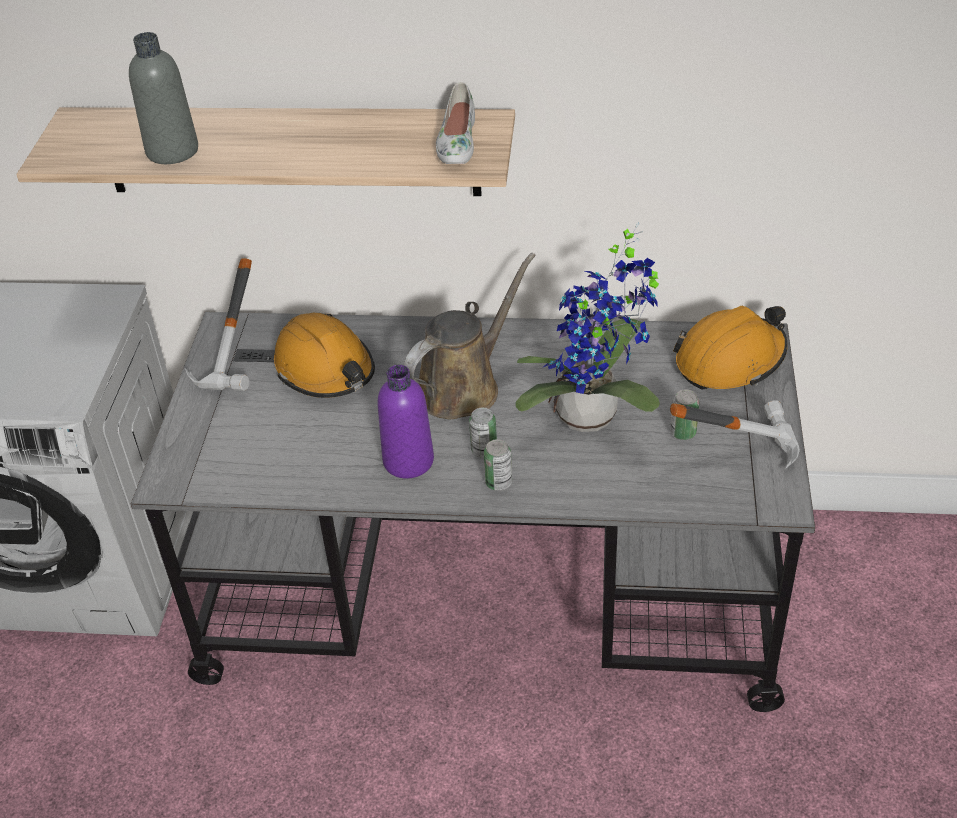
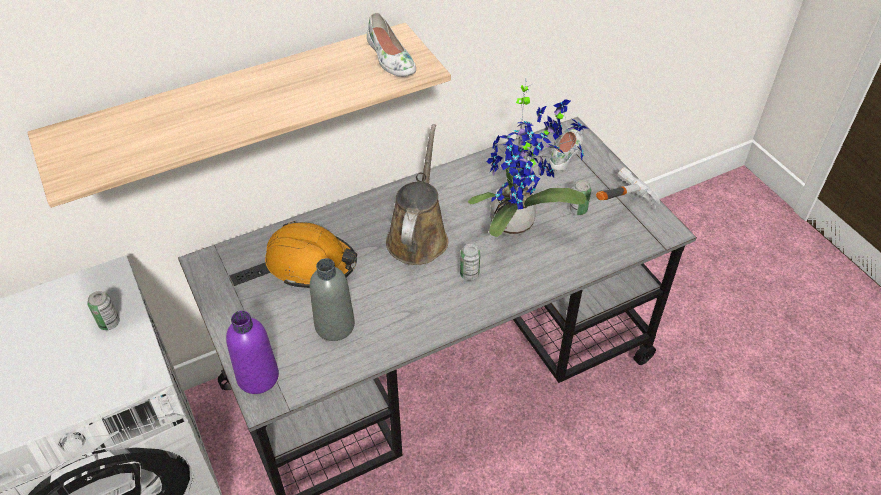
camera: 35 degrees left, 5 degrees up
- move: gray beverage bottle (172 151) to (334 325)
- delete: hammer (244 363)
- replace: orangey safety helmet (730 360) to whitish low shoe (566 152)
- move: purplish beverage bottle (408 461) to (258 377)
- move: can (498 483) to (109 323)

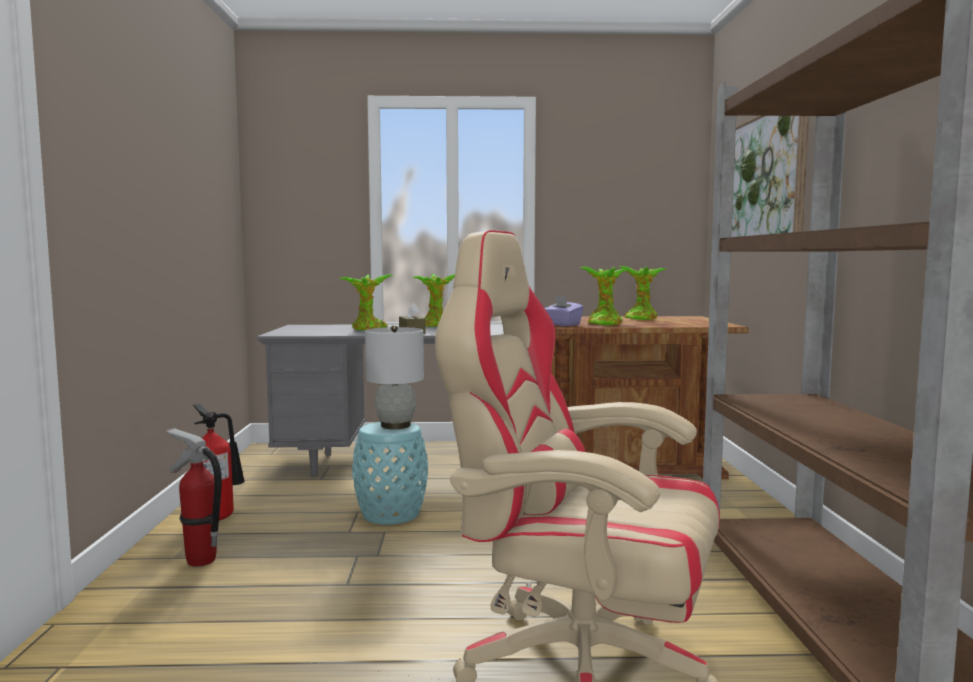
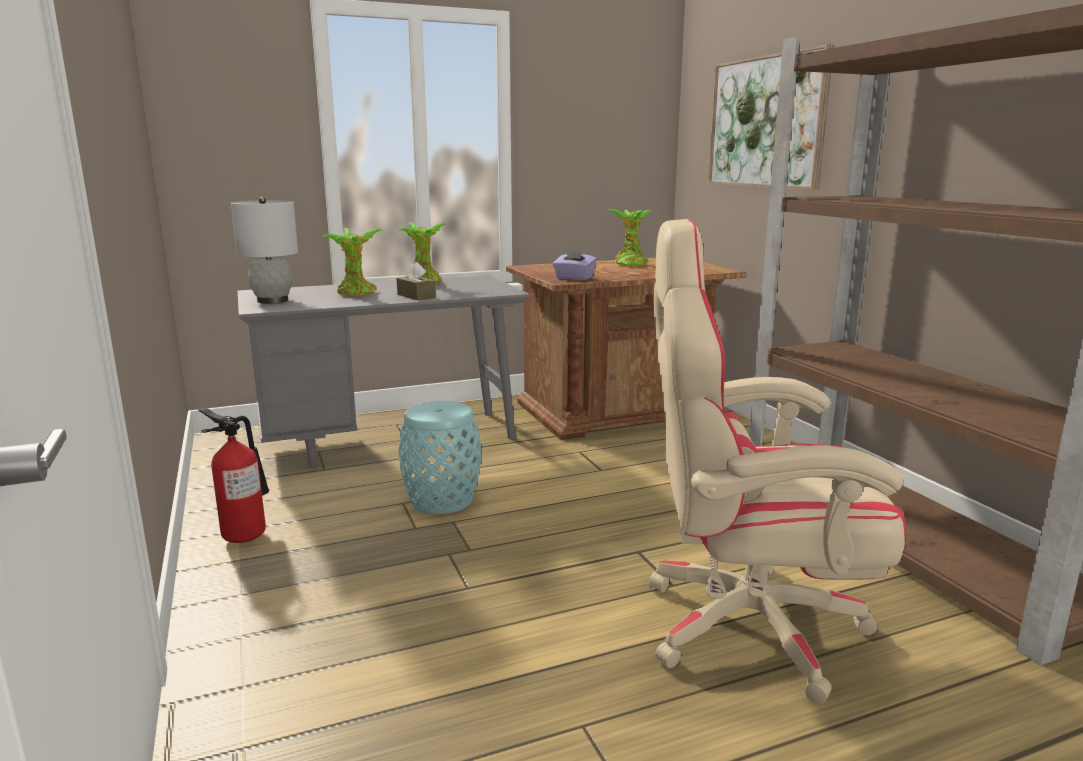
camera: 20 degrees left, 10 degrees up
- delete: houseplant (604 323)
- move: whitish lamp for a table (396 425) to (273 301)
- delete: fire extinguisher (200 560)

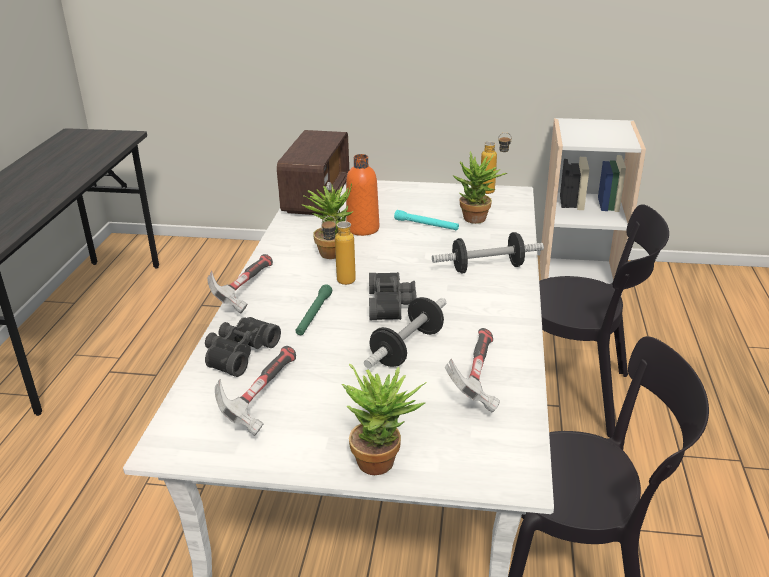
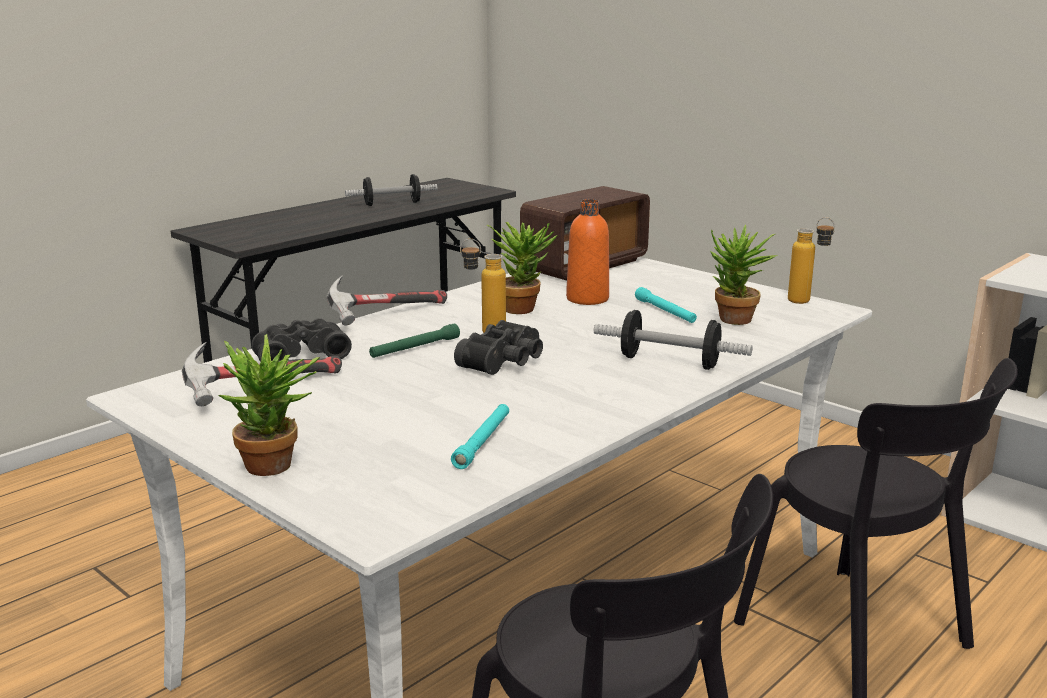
camera: 35 degrees right, 10 degrees down
- move: hand weight (407 348) to (392 204)
- replace: hammer (477 378) to turquoise torch (483 442)

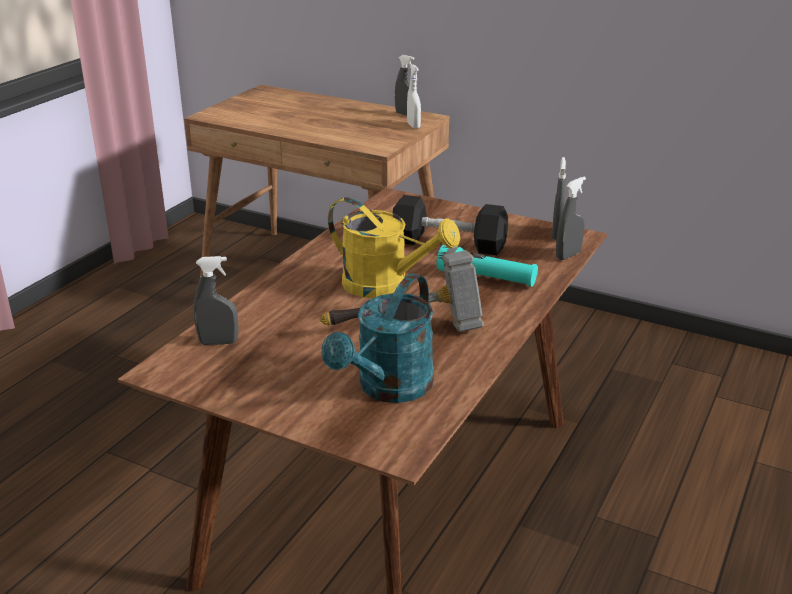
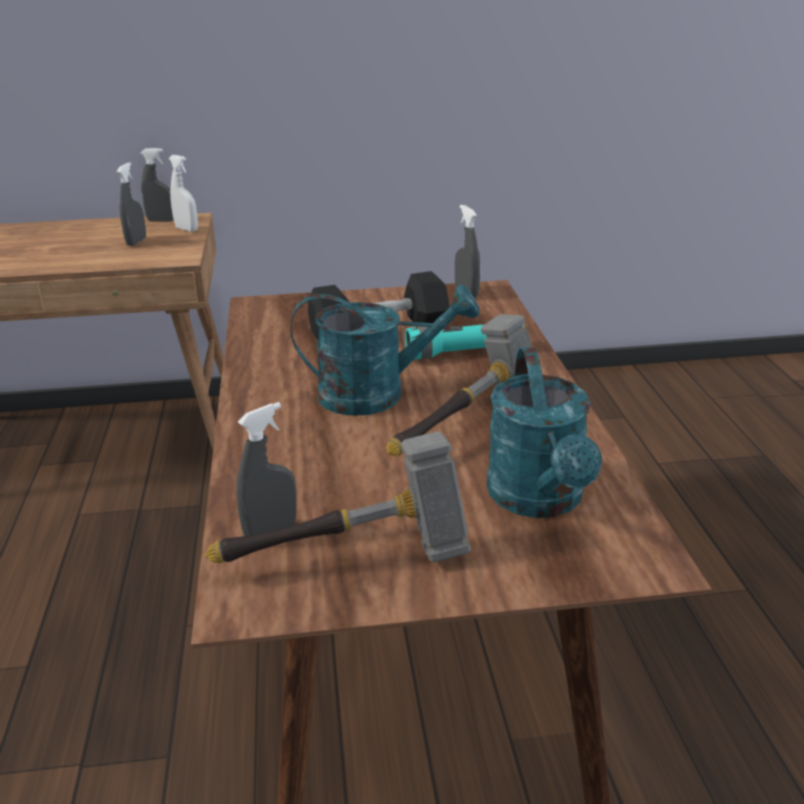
camera: 35 degrees left, 0 degrees up
- move: gray sprayer (568 255) to (136 242)
- recolor: yellowish watering pot (386 286) to turquoise watering pot (377 394)
- insert: hammer (351 561)

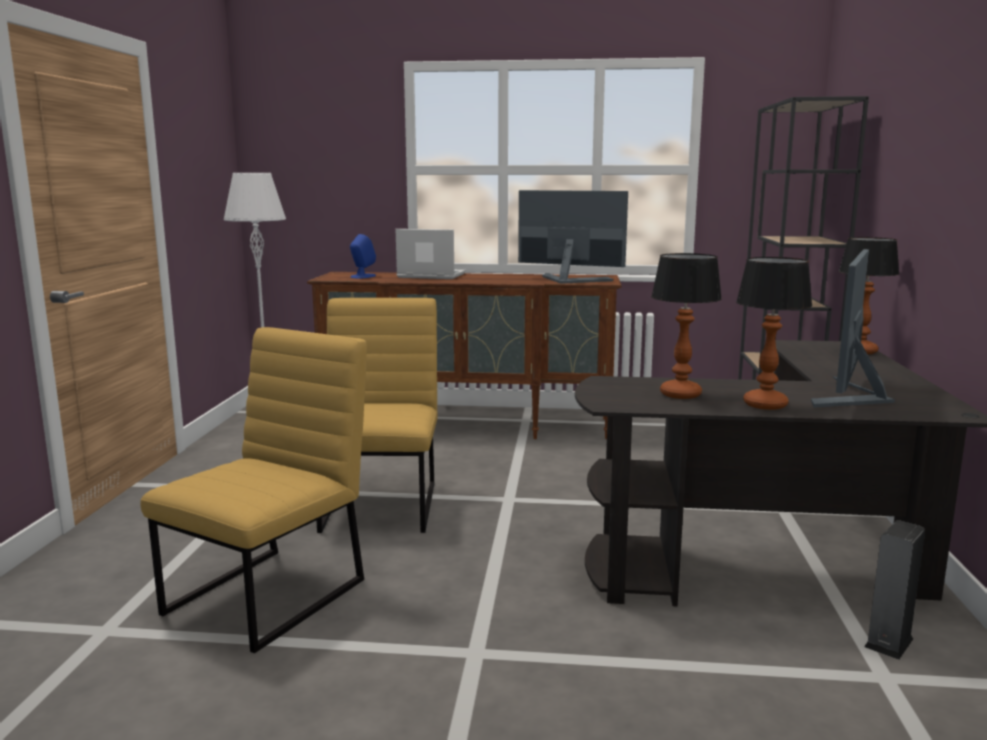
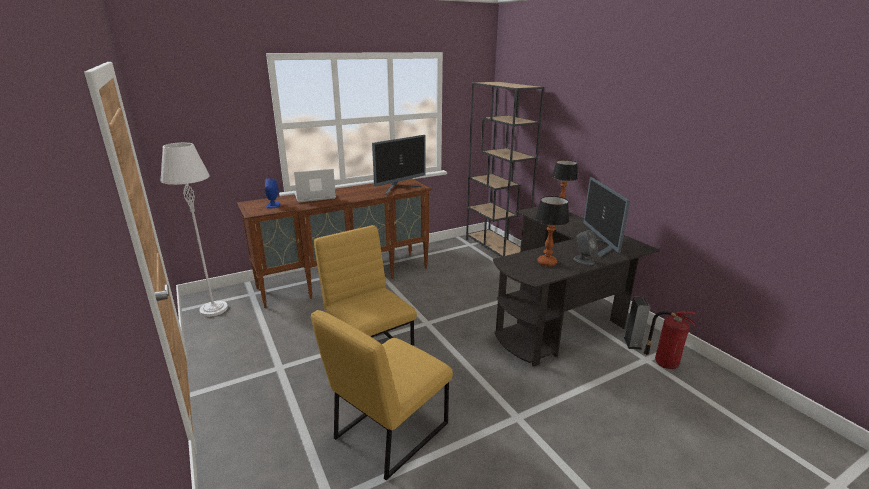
camera: 35 degrees left, 10 degrees up
- rotate: monitor (569 280) = (399 188) 150 degrees clockwise
- replace: lamp for a table (765 404) to gray audio speaker (583 260)
- rotate: yellowish chair (271 594) = (388 432) 135 degrees counterclockwise
- insert: fire extinguisher (664 363)

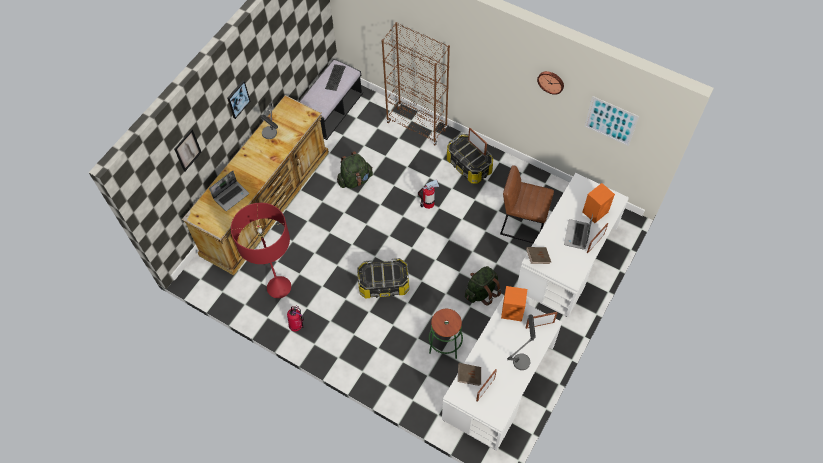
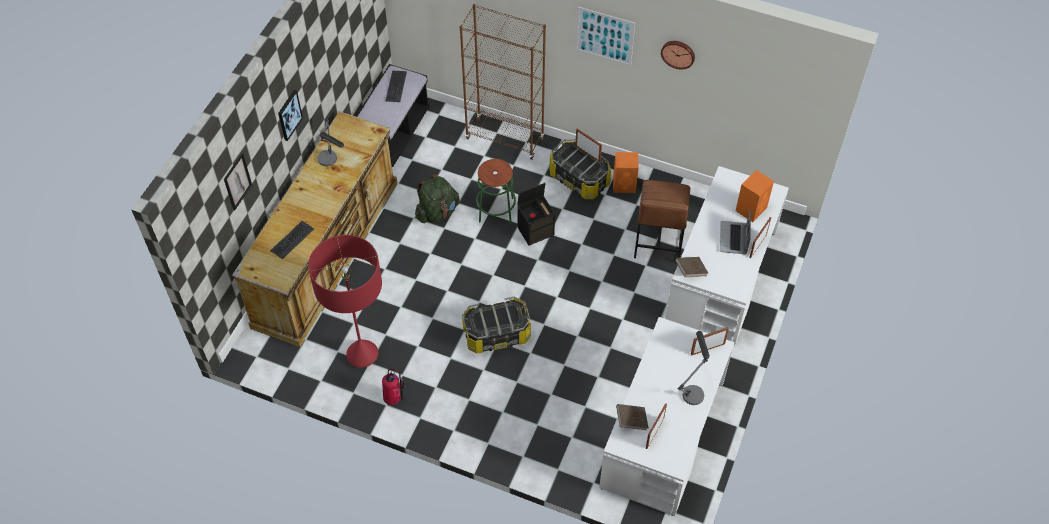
camera: 10 degrees left, 5 degrees down
- move: wall art (611 121) to (604 36)
- rotate: brown-coloured chair (522 224) = (658 242) 90 degrees counterclockwise
- replace: laptop (231 196) to PC keyboard (292 239)
- replace: fire extinguisher (428 204) to blackish storage box (536 230)
- delete: green-coloured rucksack (481 292)
- move: orangey audio speaker (513 311) to (625 184)
- move: green-coloured stool (445 343) to (496 210)

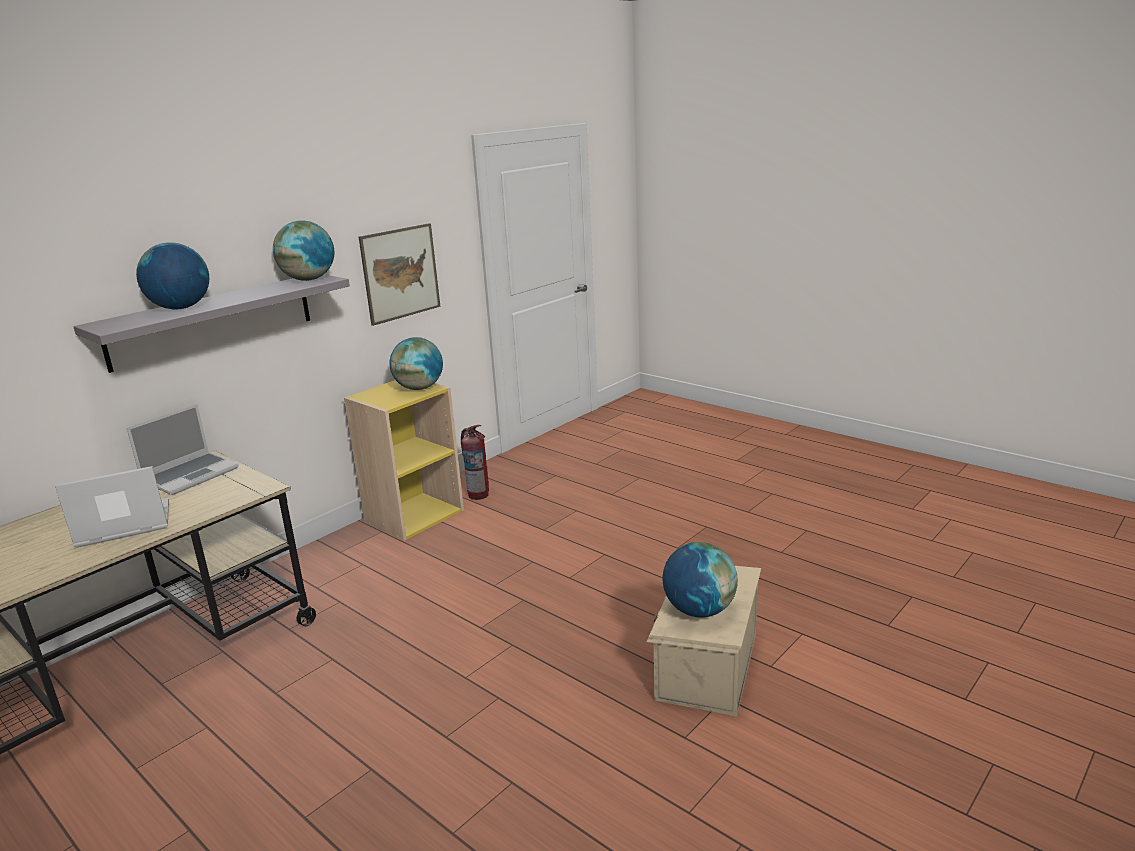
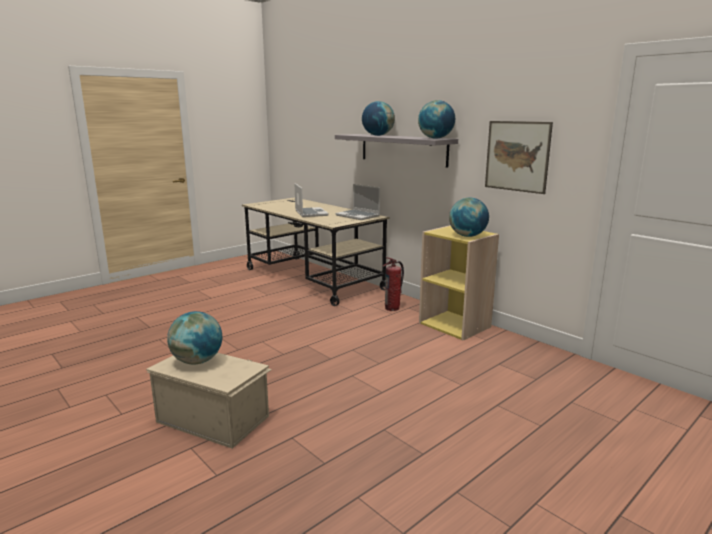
camera: 95 degrees right, 5 degrees down
- move: fire extinguisher (478 494) to (392 308)

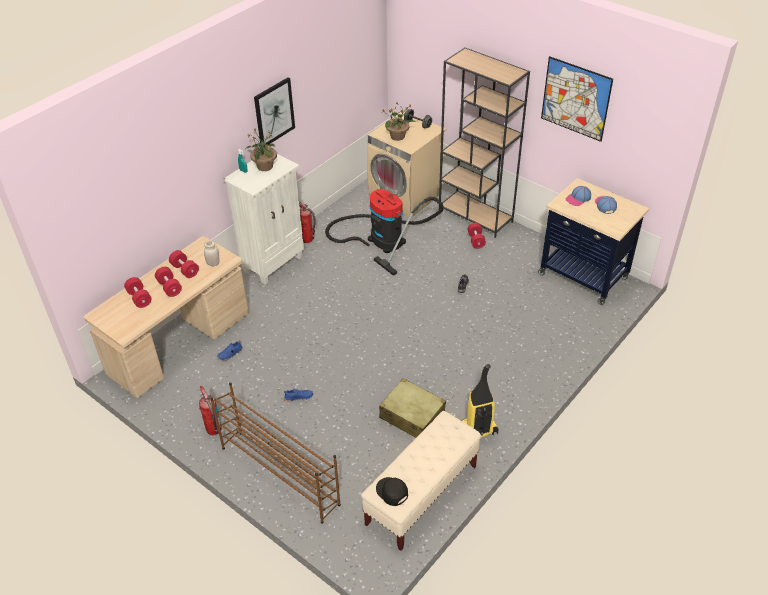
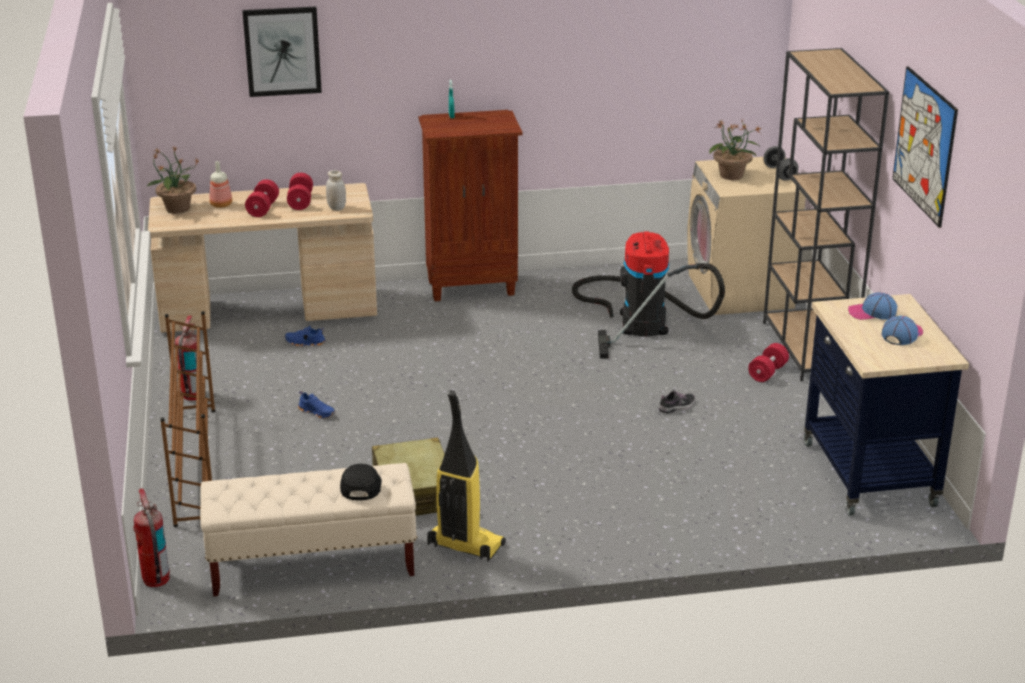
camera: 40 degrees right, 15 degrees down
- move: wall art (274 112) to (282 51)
- move: houseplant (264 167) to (177 209)
- recolor: whitish storage cabinet (274 265) to brown-coloured storage cabinet (471 289)
- move: fire extinguisher (307 239) to (155 579)
- replace: reddish hand weight (139 298) to beverage bottle (221 205)
- move: blackish peaked cap (392 492) to (360 486)

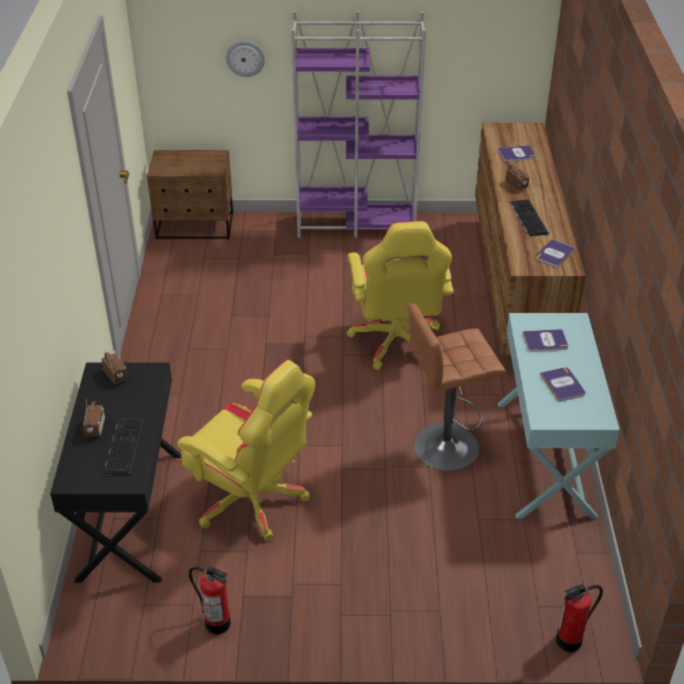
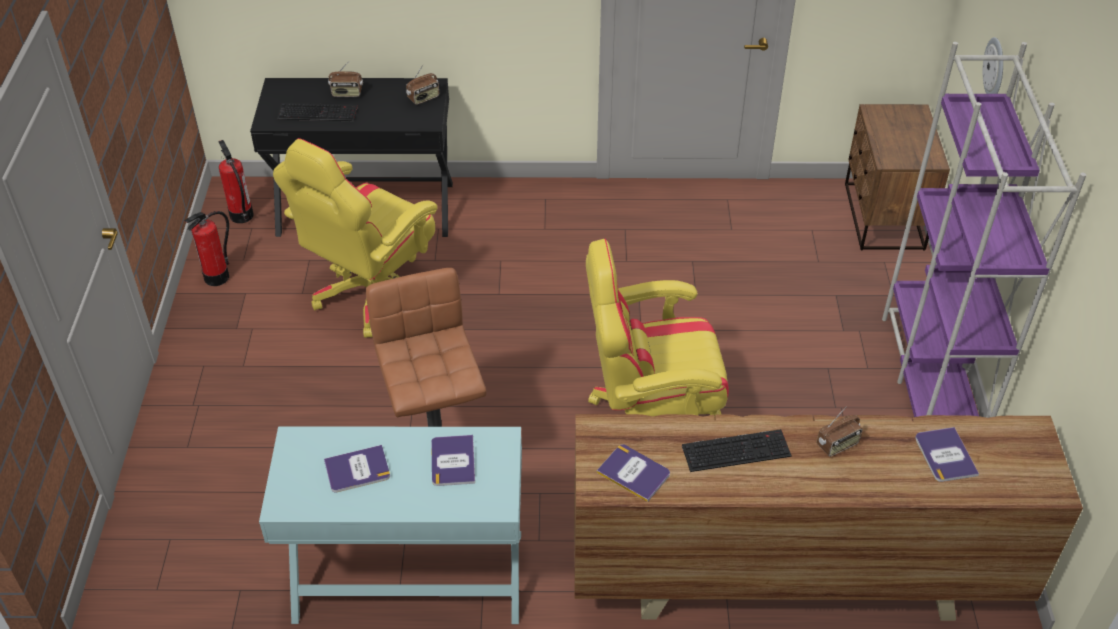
camera: 90 degrees right, 5 degrees up
- move: fire extinguisher (569 641) to (241 215)

